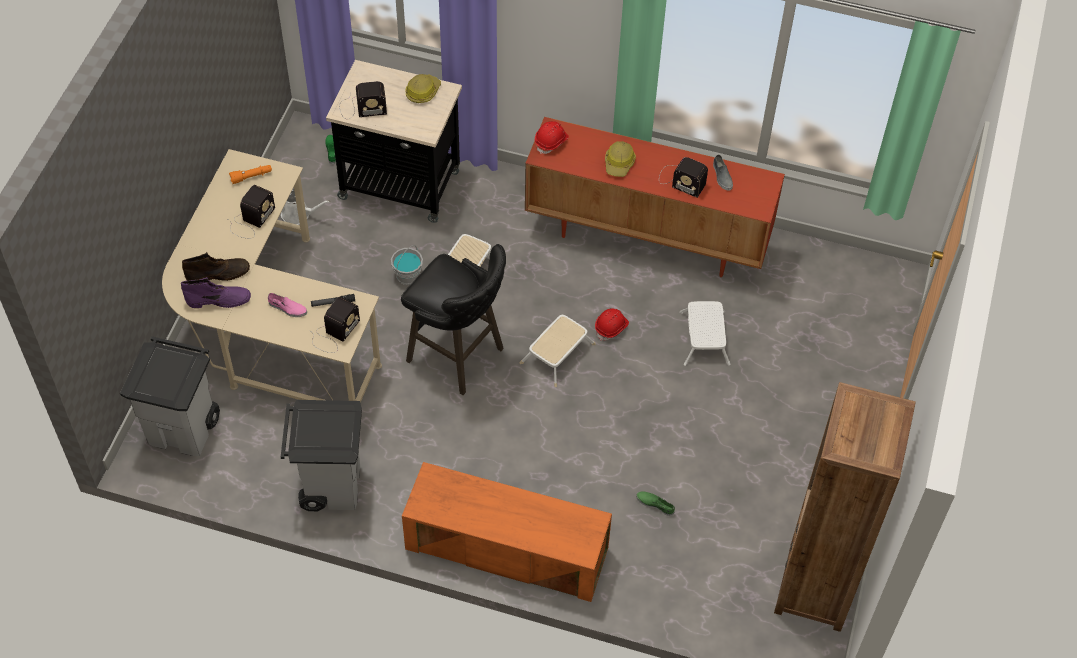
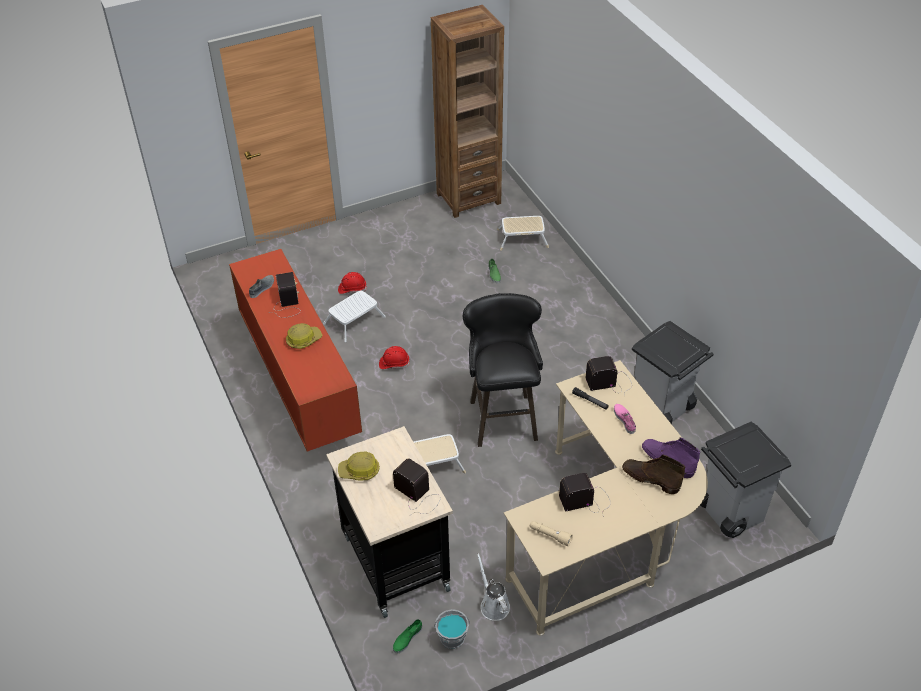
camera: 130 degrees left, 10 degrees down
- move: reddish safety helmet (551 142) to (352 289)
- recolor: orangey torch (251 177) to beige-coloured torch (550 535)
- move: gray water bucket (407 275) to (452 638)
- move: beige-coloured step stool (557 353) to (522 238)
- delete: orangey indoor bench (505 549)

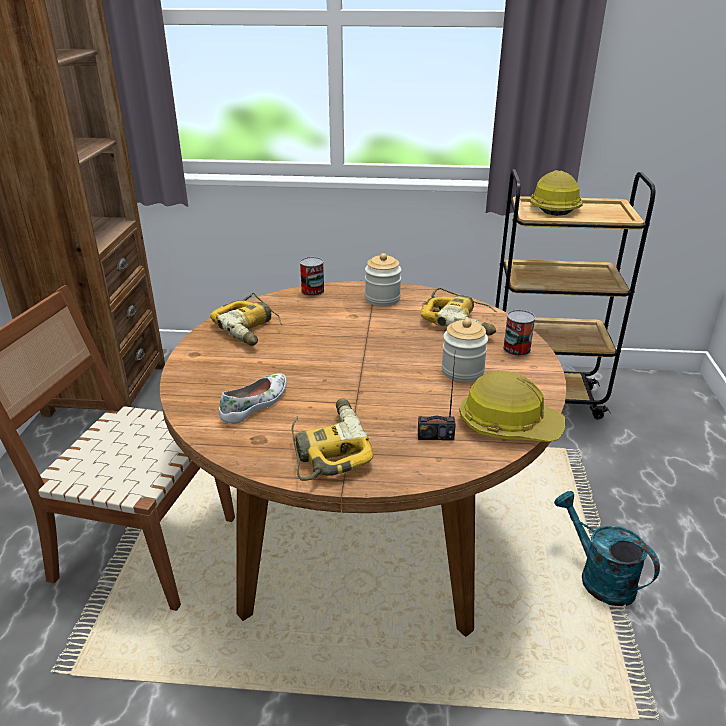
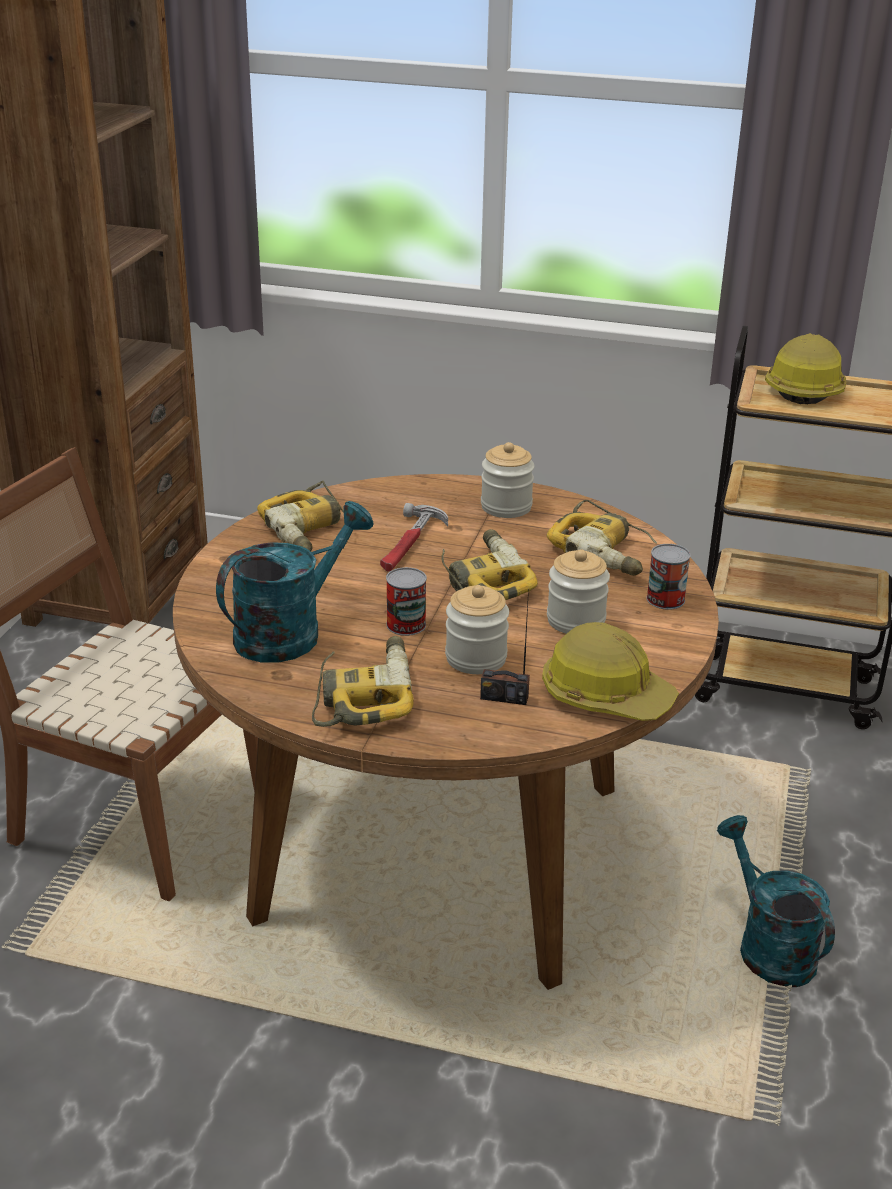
camera: 10 degrees right, 0 degrees up
- move: can (312 291) to (406 625)
- replace: whitish low shoe (256 404) to turquoise watering pot (290 632)
- insert: hammer (410 544)
- insert: drill (482 580)
- insert: storage jar (476 658)

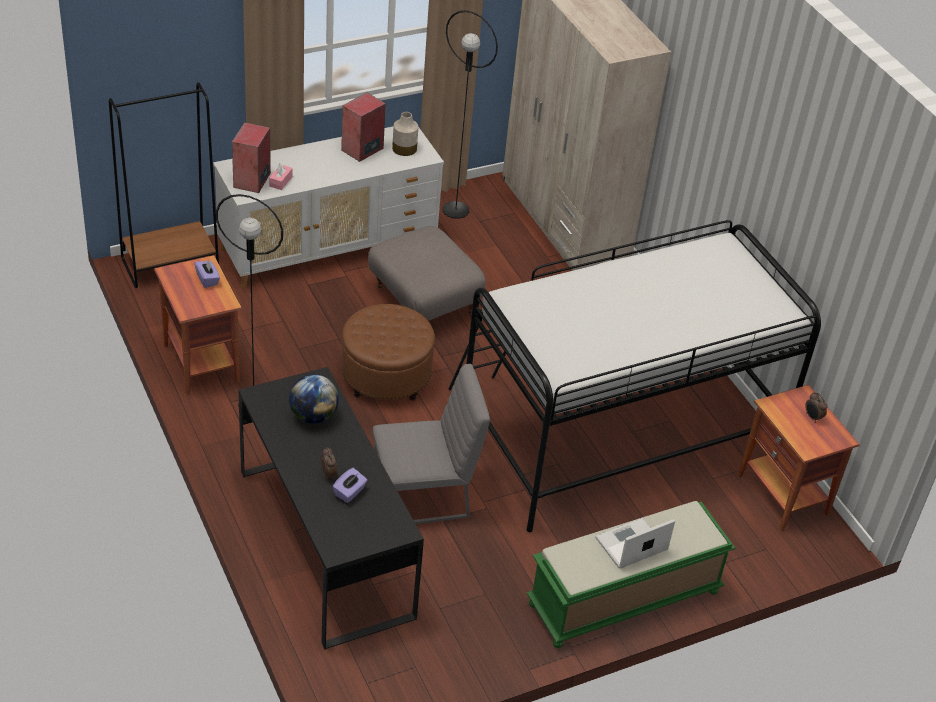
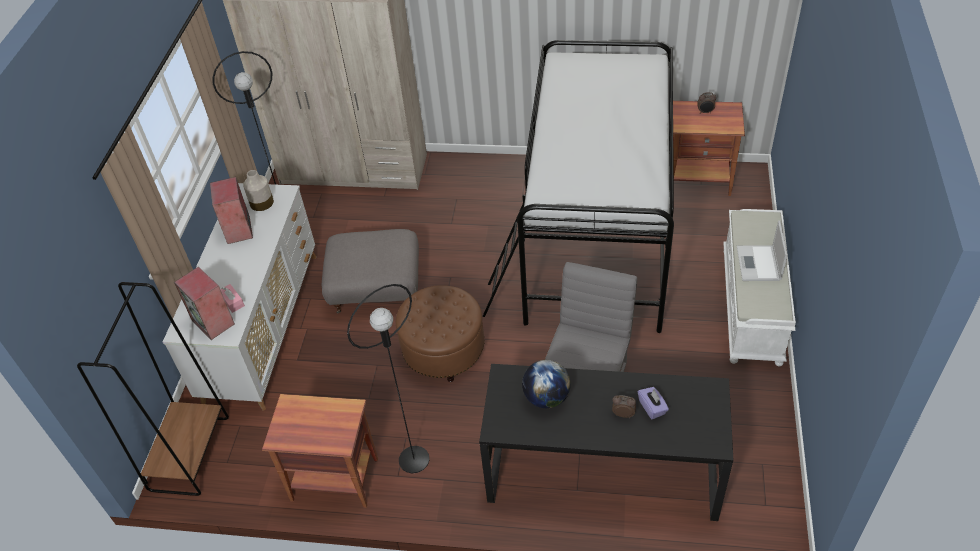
camera: 50 degrees left, 5 degrees up
- delete: purplish box of tissues (207 279)
- recolor: green-coloured indoor bench (623 599) to whitish indoor bench (752 306)

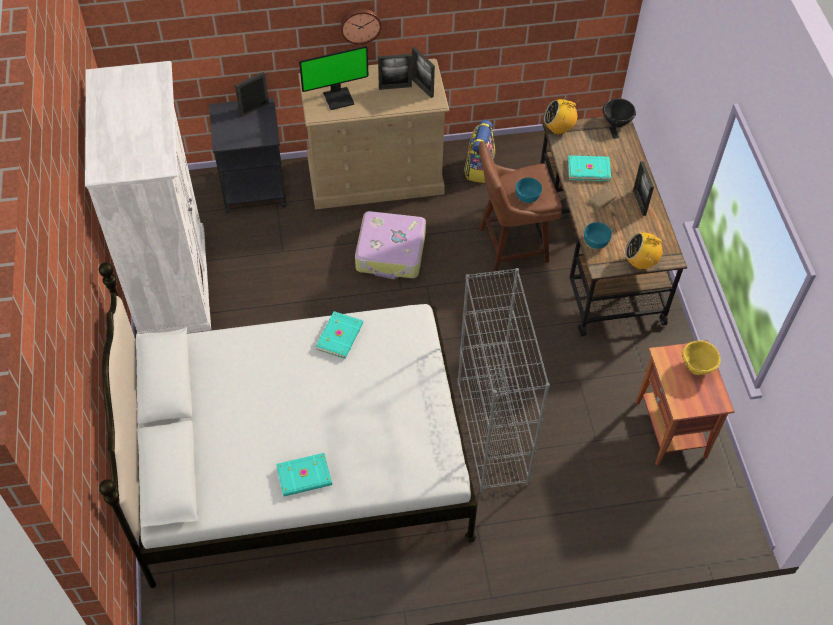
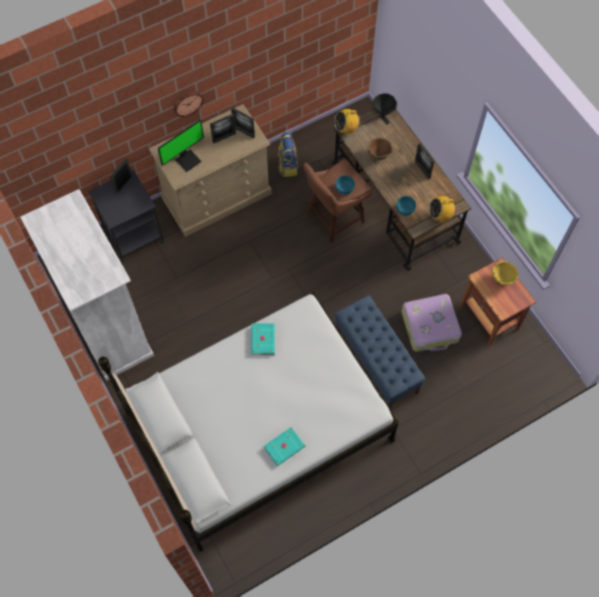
camera: 20 degrees left, 10 degrees up
- replace: turquoise bound book (588 169) to brown-coloured deep dish (378 154)
- move: travel case (391 253) to (430 327)
- replace: gray bookshelf (491 432) to blue indoor bench (375 361)

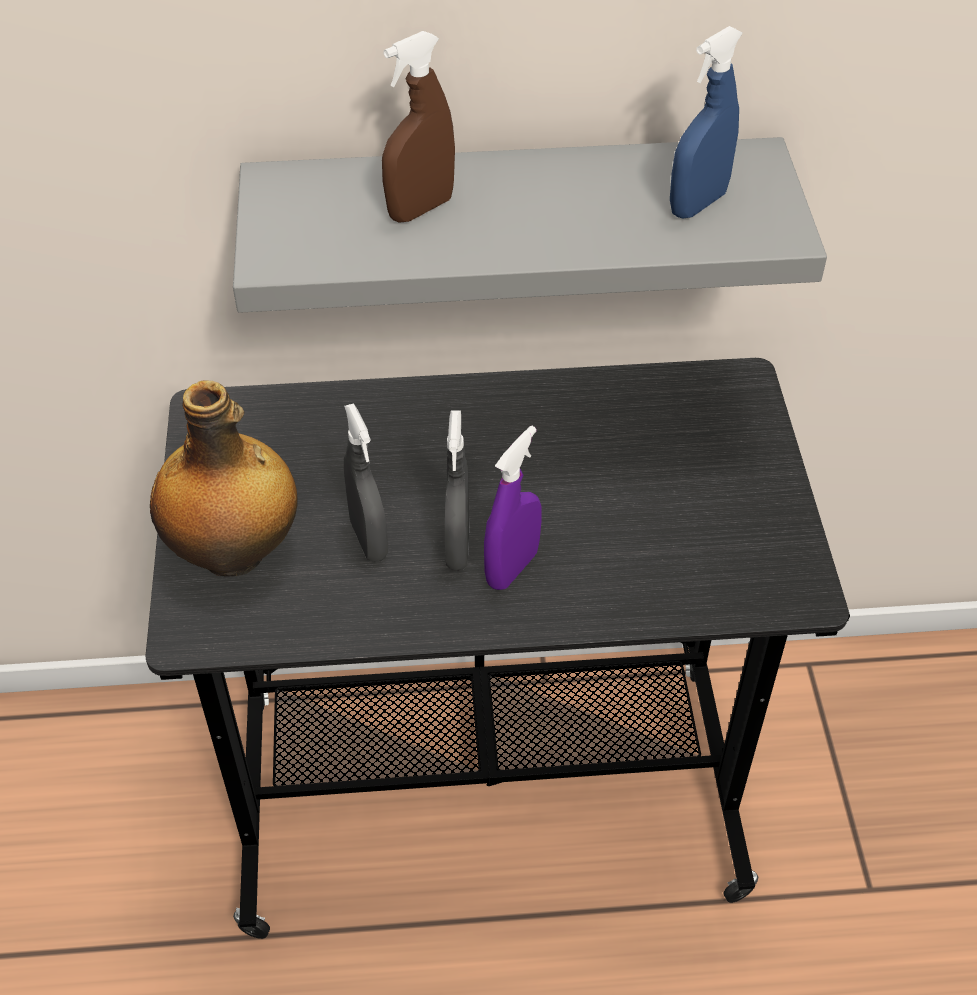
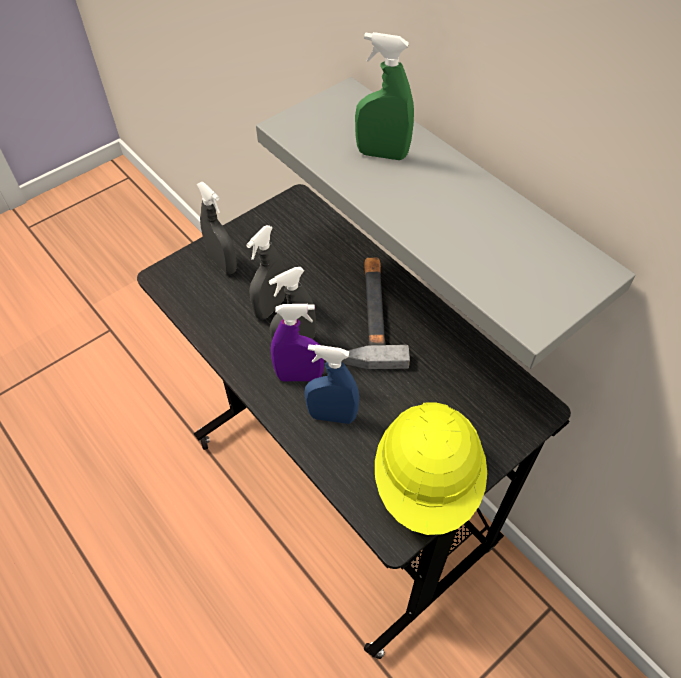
camera: 55 degrees right, 5 degrees up
- move: blue sprayer (697 204) to (332 416)
- recolor: brown-coloured sprayer (420 209) to green-coloured sprayer (382 154)
- replace: beverage bottle (236 552) to gray sprayer (222 264)
- insert: hammer (370 314)
- insert: yellowish safety helmet (428 482)

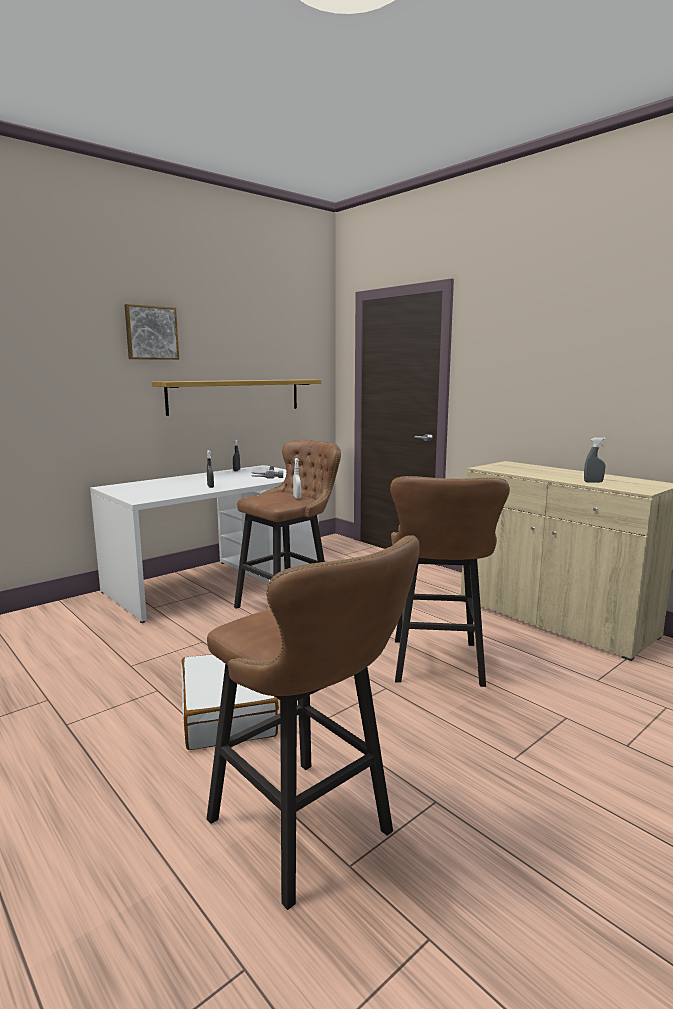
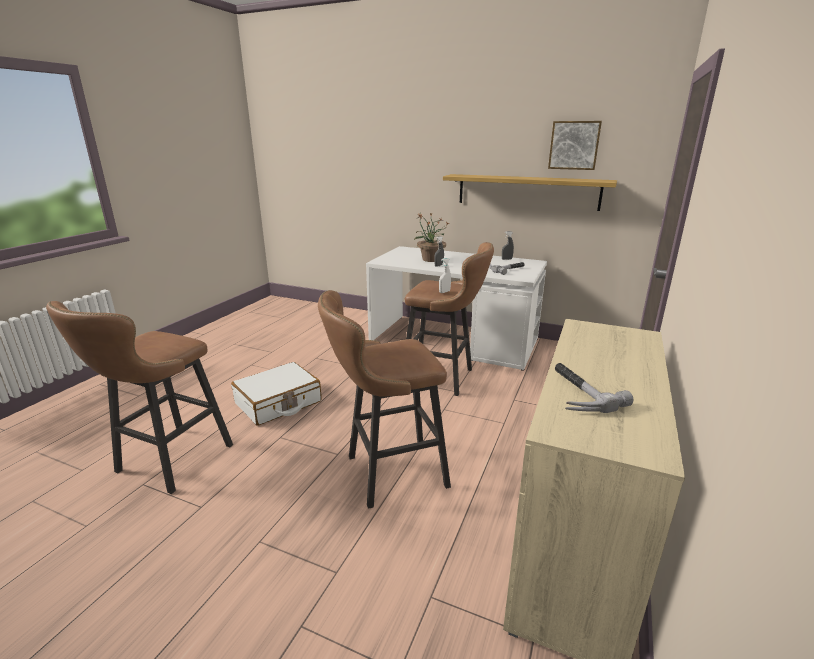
camera: 65 degrees right, 10 degrees up
- move: wall art (151 333) to (574 145)
- replace: gray sprayer (593 482) to hammer (576 393)
- insert: houseplant (430 259)

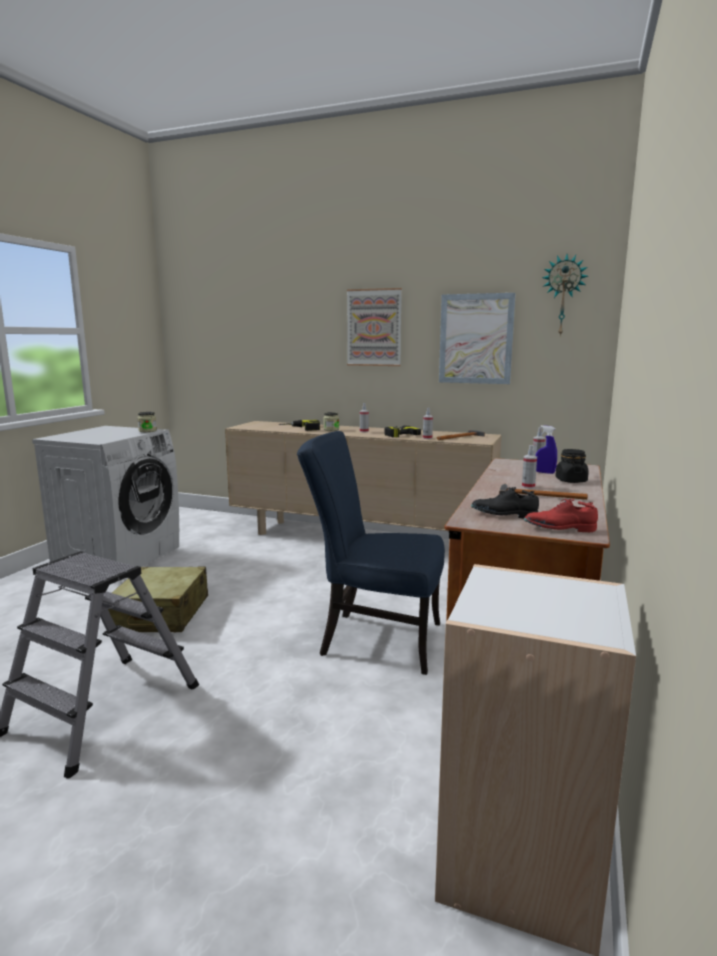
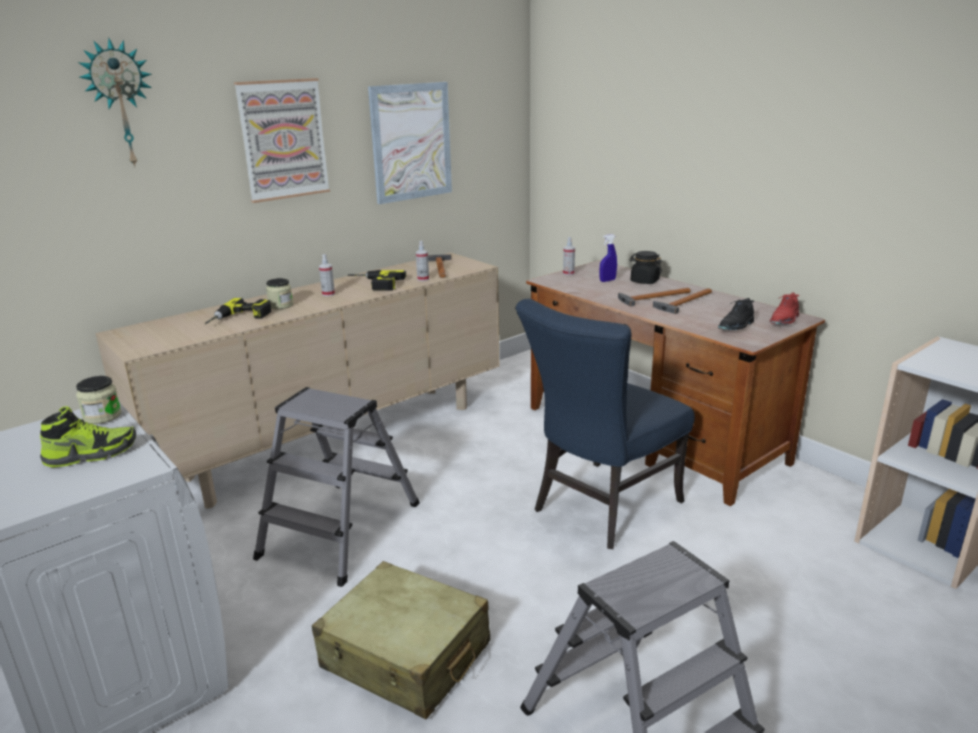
camera: 60 degrees left, 10 degrees up
- move: hanging clock (563 295) to (120 104)
- replace: sprayer (528 487) to hammer (652 298)
- insert: gray step stool (341 529)
- insert: low shoe (91 454)

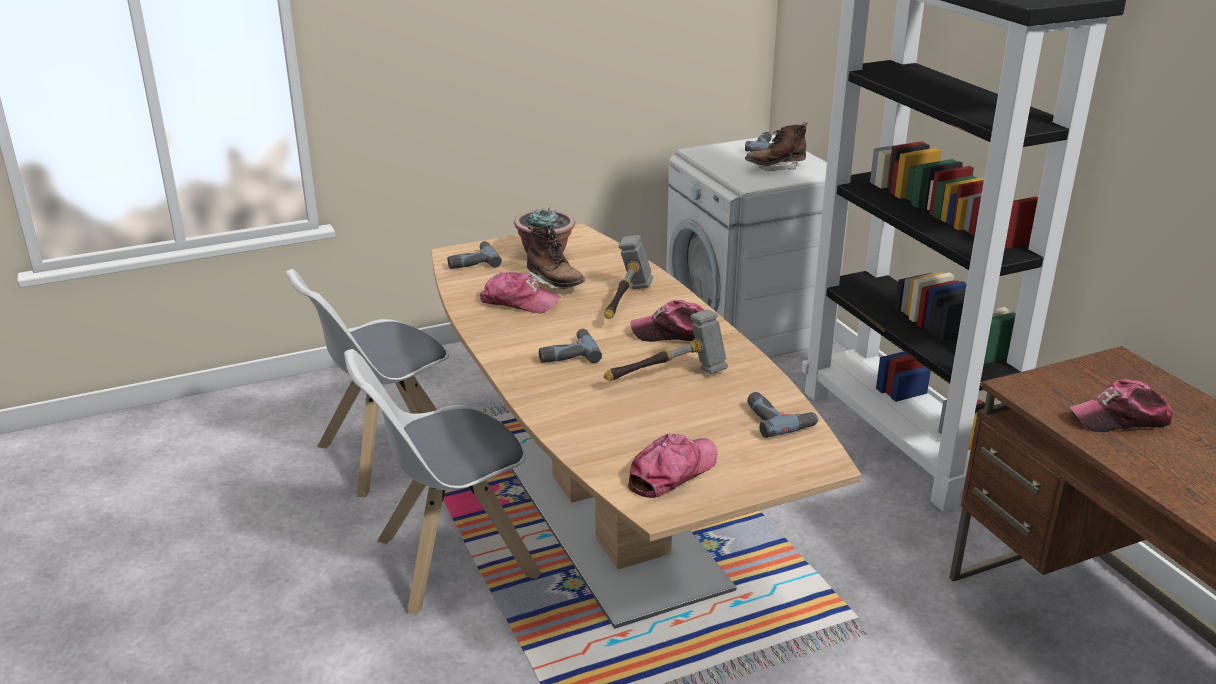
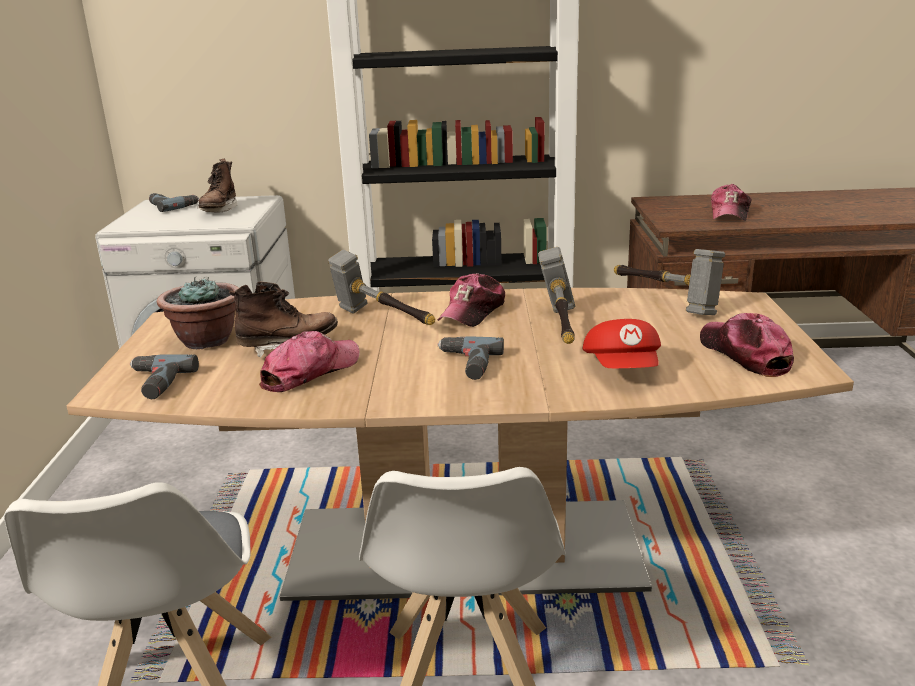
camera: 65 degrees left, 5 degrees down
- replace: drill (778 419) to hammer (665 301)
- insert: reddish peaked cap (623 369)

